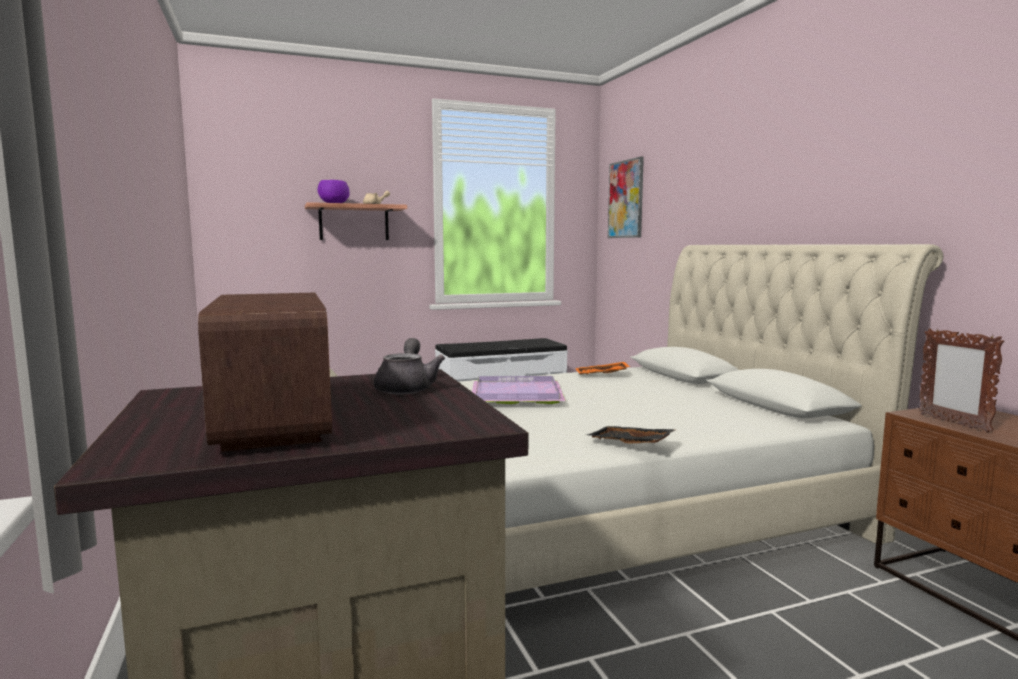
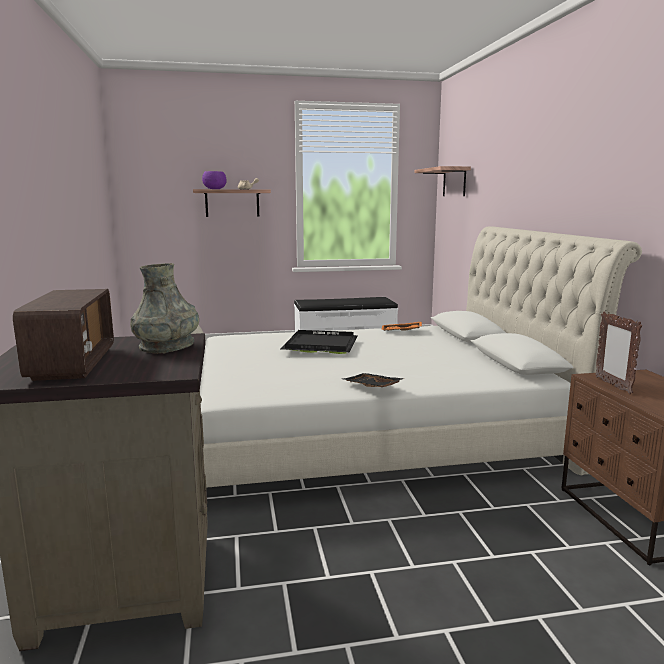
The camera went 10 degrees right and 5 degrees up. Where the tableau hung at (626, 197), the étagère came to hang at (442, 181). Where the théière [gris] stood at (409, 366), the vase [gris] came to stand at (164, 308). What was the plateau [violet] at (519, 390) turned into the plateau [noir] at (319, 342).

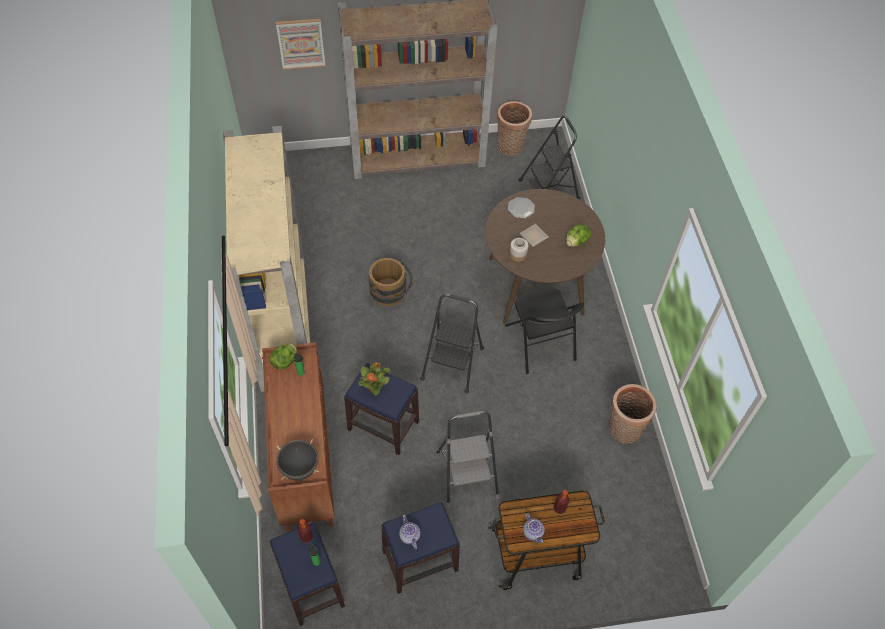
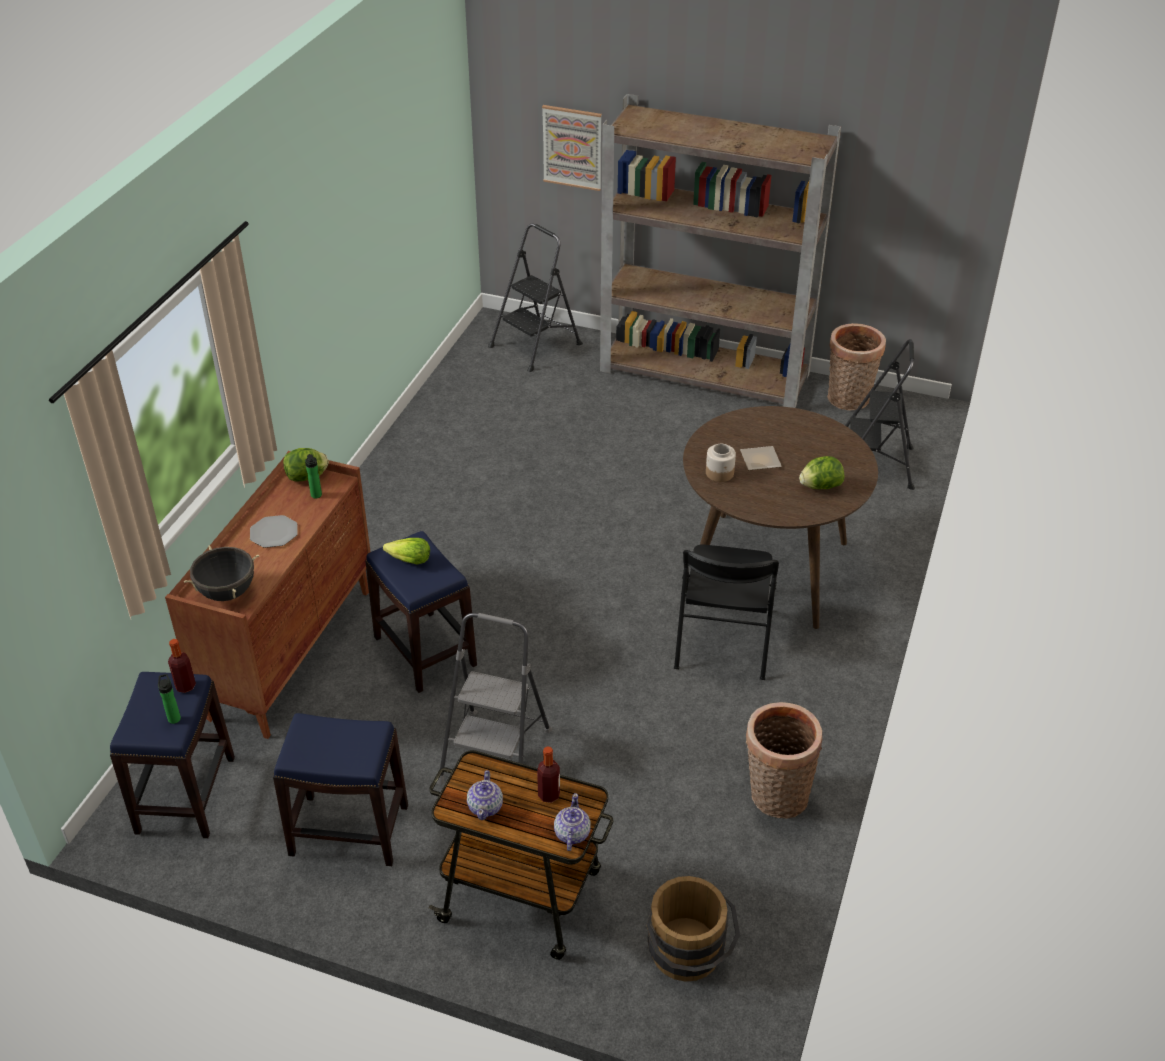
The camera went 30 degrees right and 15 degrees down. The second view lost the bibliothèque [beige] at (266, 259). The assiette ended up elsewhere, having gone from (521, 207) to (274, 531). The seau [marron] ended up elsewhere, having gone from (390, 282) to (693, 929). The escabeau [noir] ended up elsewhere, having gone from (452, 343) to (535, 297). Where the plante en pot stood at (374, 378), the laitue came to stand at (406, 551). The théière ended up elsewhere, having gone from (410, 532) to (572, 822).

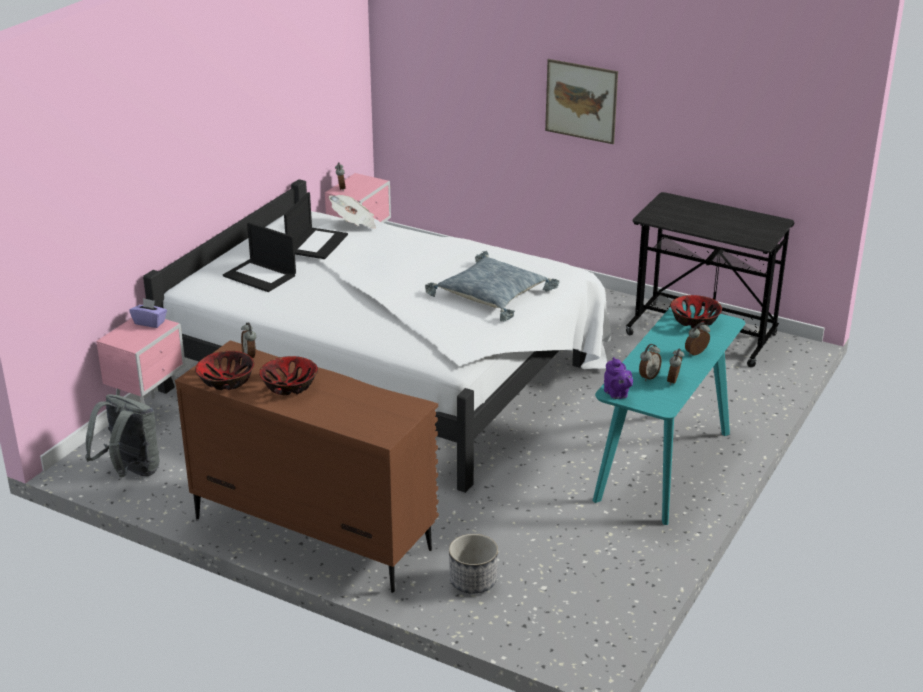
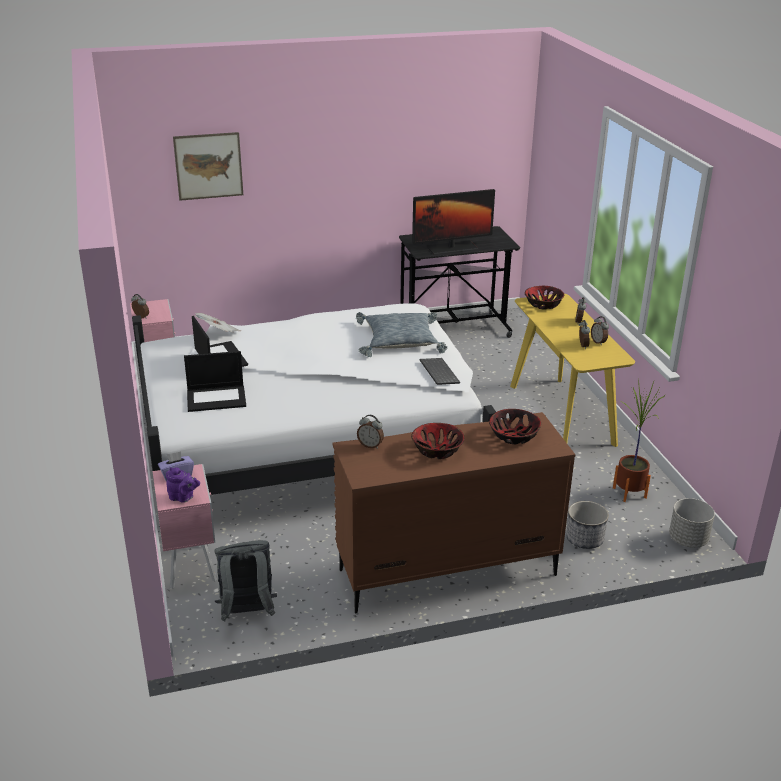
The camera went 45 degrees left and 0 degrees up. The tableau ended up elsewhere, having gone from (581, 101) to (208, 166). What was the table console [turquoise] at (669, 414) turned into the table console [jaune] at (572, 370). The bol ended up elsewhere, having gone from (224, 370) to (515, 426). The théière [violet] ended up elsewhere, having gone from (618, 378) to (183, 485). The second view gained the écran d'ordinateur at (453, 221). The second view gained the clavier at (440, 371). The second view gained the plante en pot at (639, 440). The second view gained the cache-pot [gris] at (692, 523).

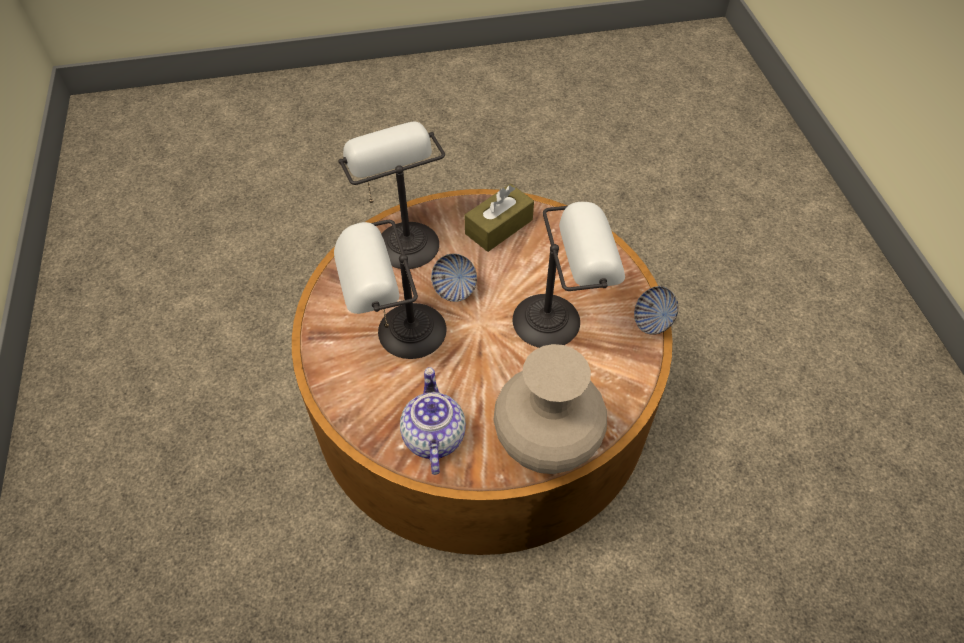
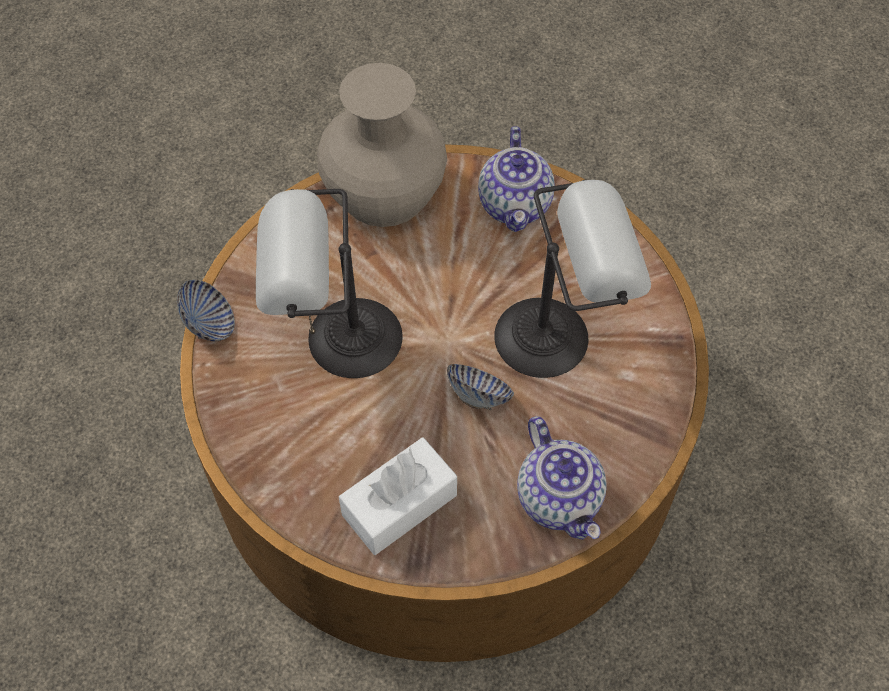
The camera went 175 degrees left and 5 degrees up. Where the lampe de table stood at (391, 195), the théière came to stand at (562, 478). What was the boîte à mouchoirs [marron] at (499, 218) turned into the boîte à mouchoirs [blanc] at (398, 496).

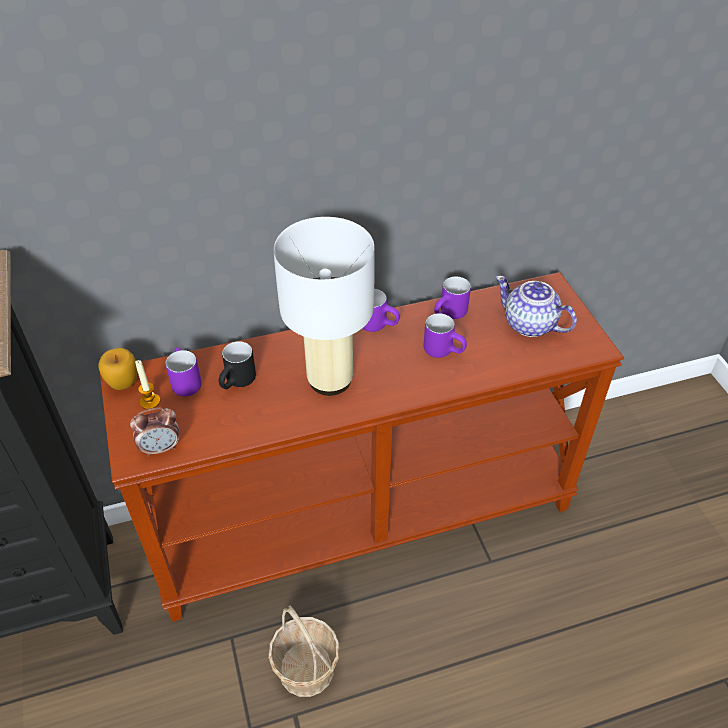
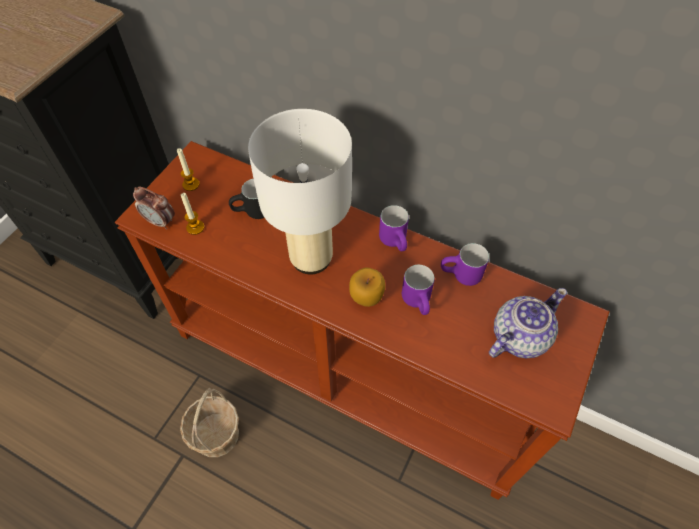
The camera went 45 degrees right and 10 degrees up. The théière at (536, 306) ended up facing another way, 60 degrees clockwise from before. The second view lost the mug [violet] at (184, 371). The pomme ended up elsewhere, having gone from (117, 369) to (367, 287). The second view gained the bougie at (192, 214).

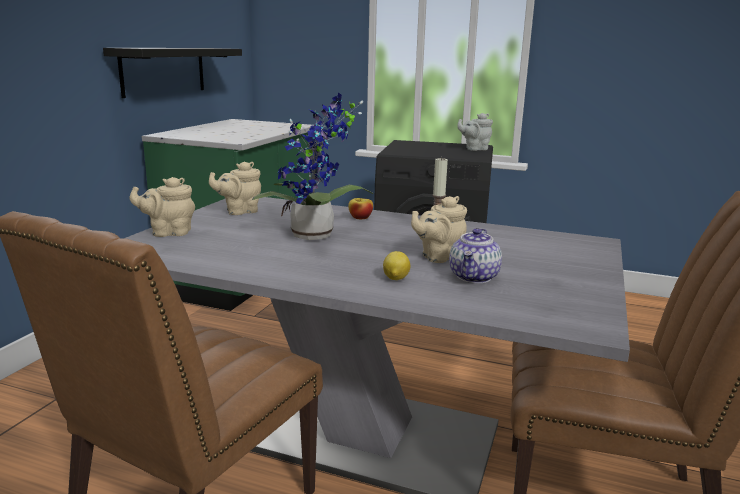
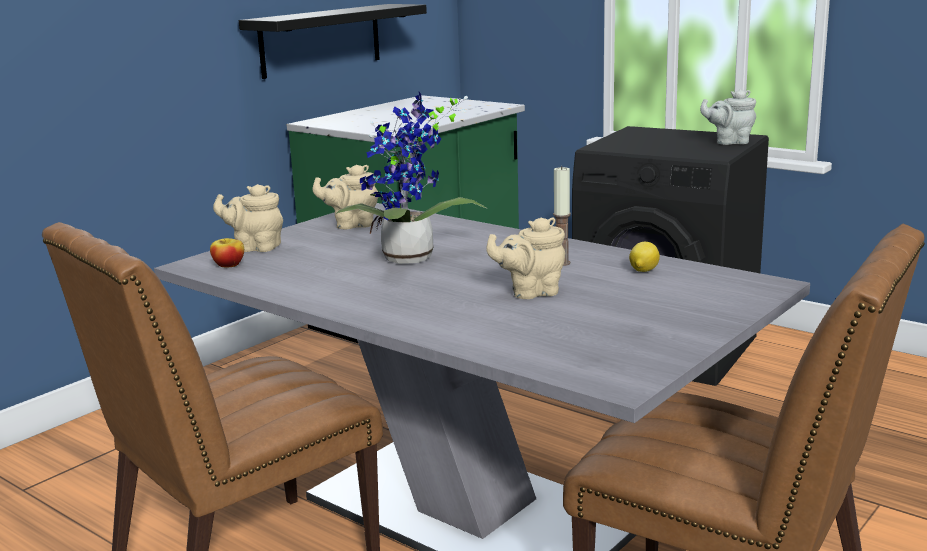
The camera went 20 degrees right and 0 degrees up. The pomme ended up elsewhere, having gone from (360, 208) to (227, 252). The second view lost the théière at (475, 255). The citron ended up elsewhere, having gone from (396, 265) to (644, 257).

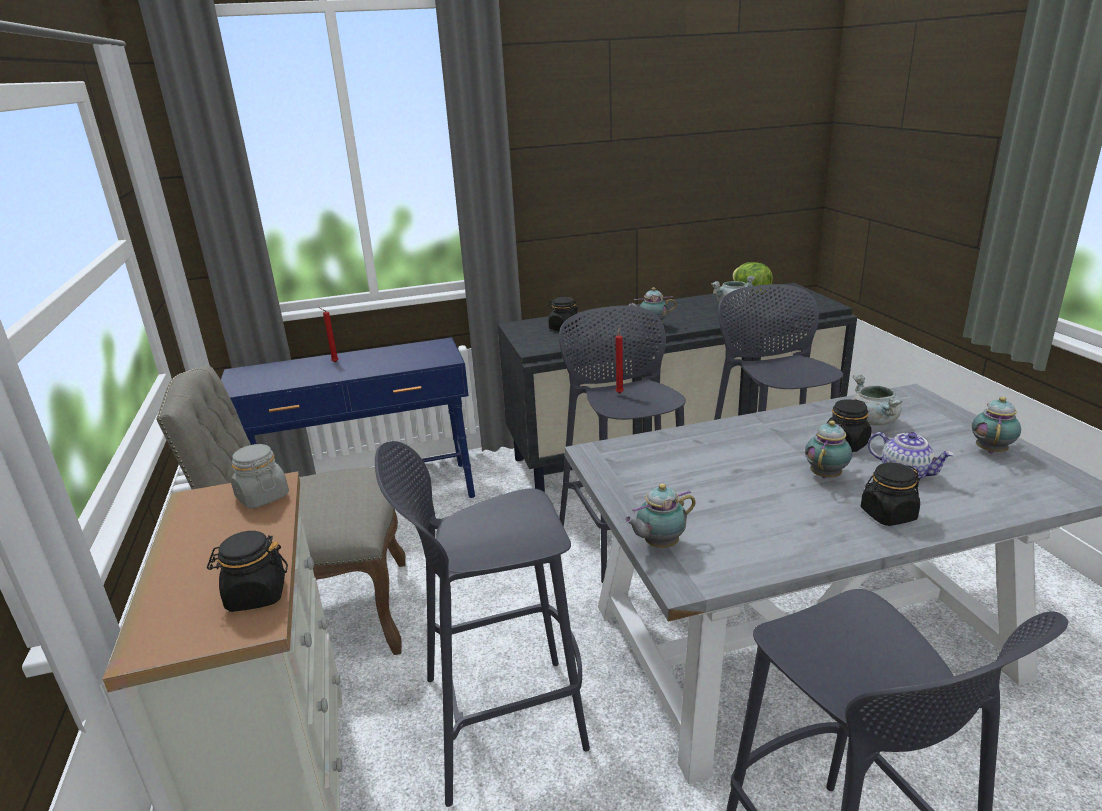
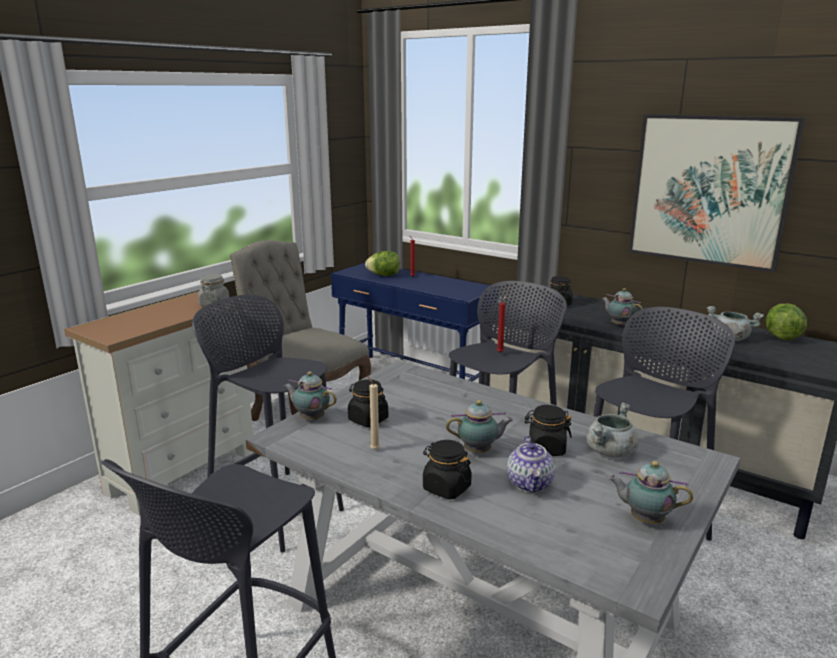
The camera went 50 degrees right and 5 degrees down. The théière at (996, 425) ended up facing another way, 150 degrees counterclockwise from before. The bocal [noir] ended up elsewhere, having gone from (247, 571) to (368, 403). The second view gained the tableau at (716, 193). The second view gained the laitue at (382, 263). The second view gained the bougie [beige] at (373, 413).

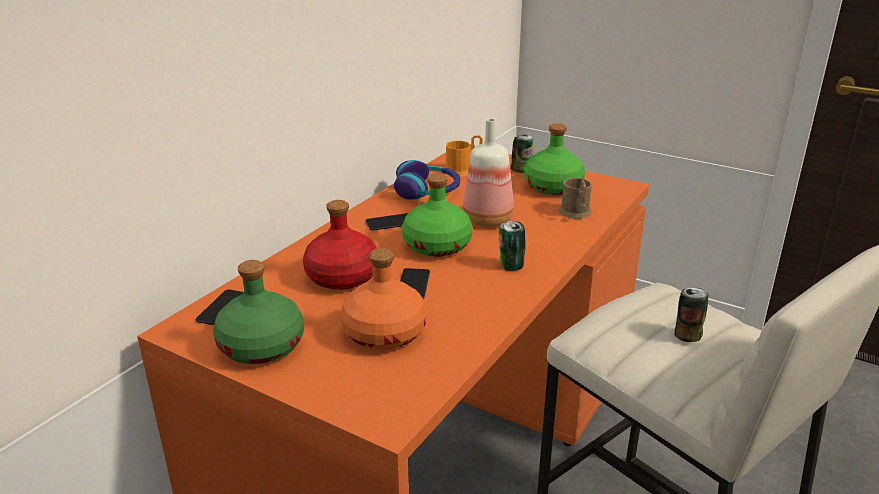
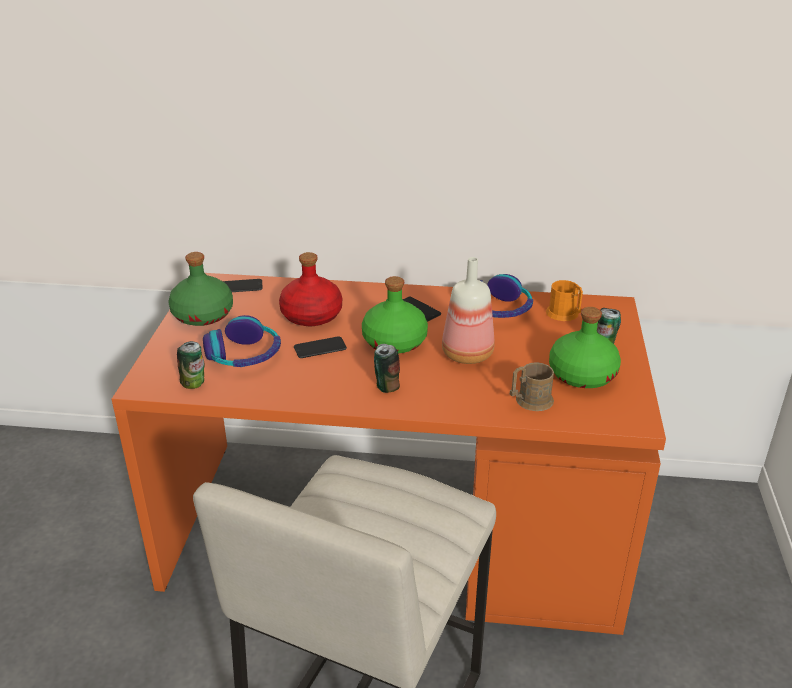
The camera went 65 degrees right and 5 degrees up. Where the bouteille [orange] stood at (383, 298), the casque audio came to stand at (242, 341). The boîte métallique ended up elsewhere, having gone from (691, 314) to (190, 365).

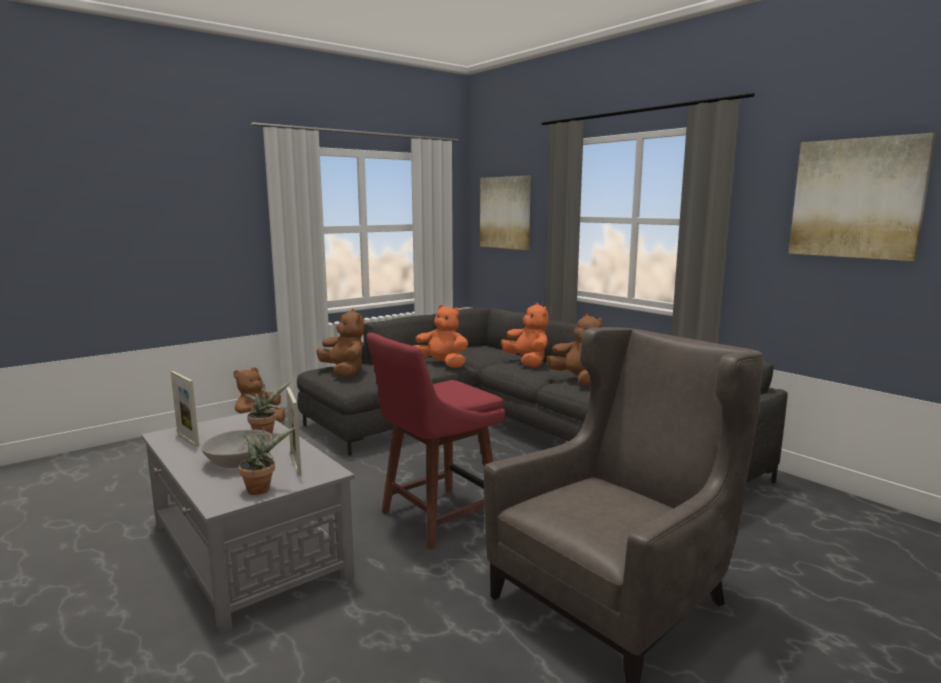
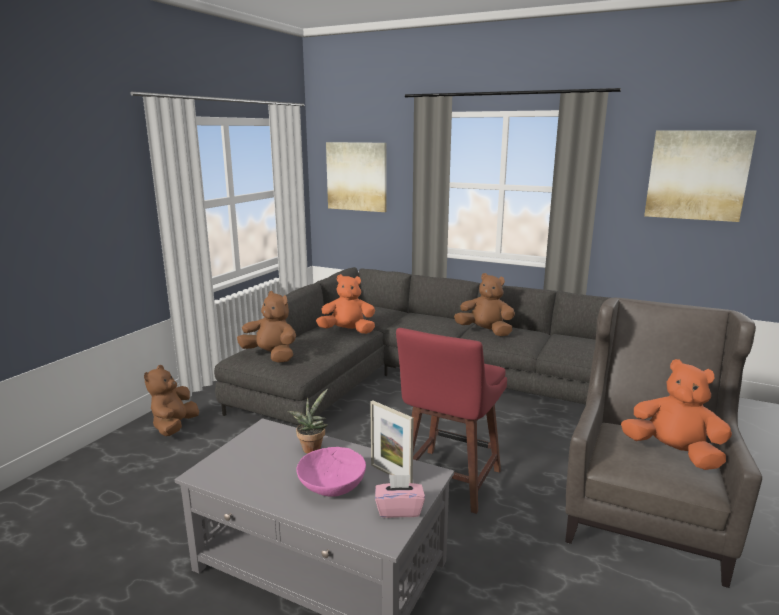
The camera went 25 degrees left and 5 degrees up. The peluche [orange] ended up elsewhere, having gone from (525, 335) to (676, 414). The second view lost the cadre photo at (185, 409). Where the plante en pot stood at (267, 461), the boîte à mouchoirs [rose] came to stand at (400, 496). What was the bol [gris] at (237, 449) turned into the bol [rose] at (331, 472).

